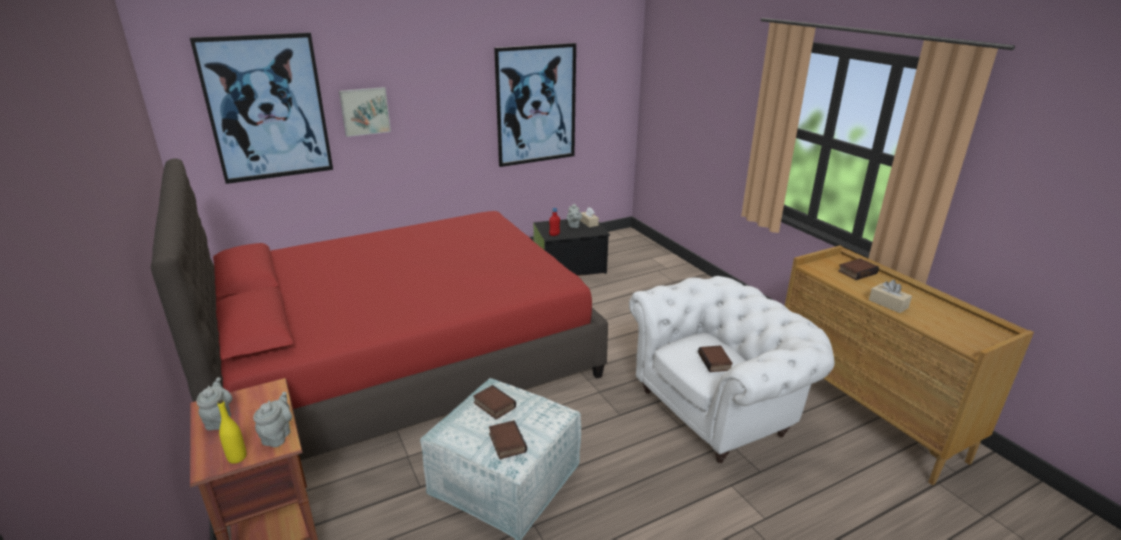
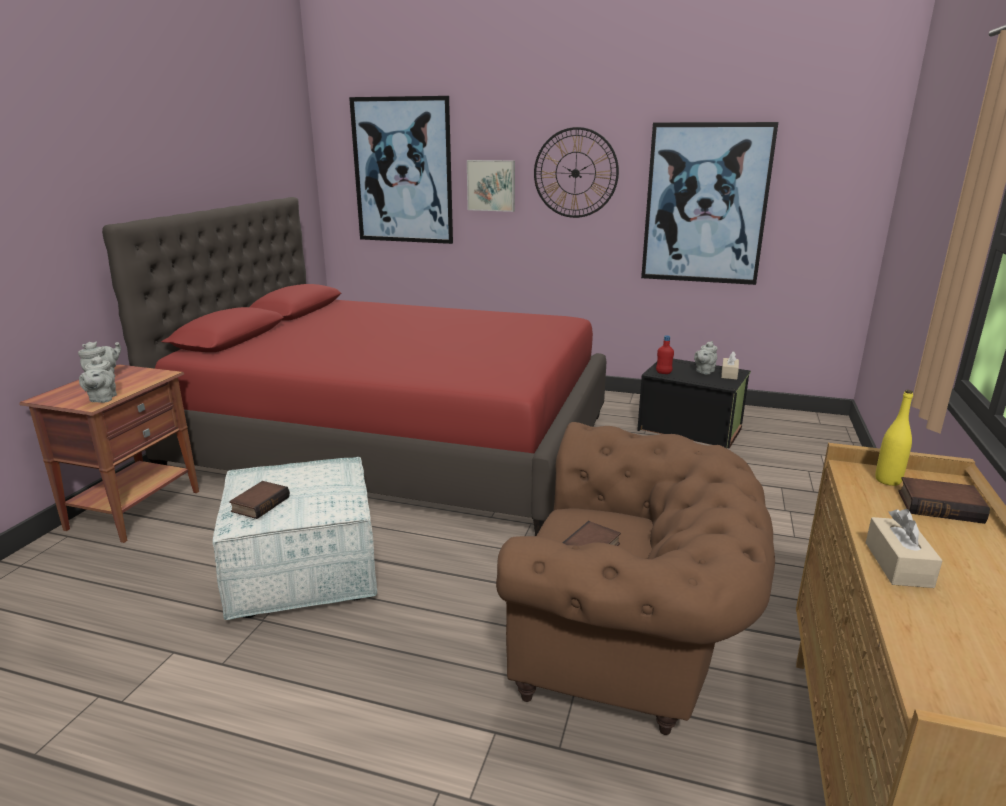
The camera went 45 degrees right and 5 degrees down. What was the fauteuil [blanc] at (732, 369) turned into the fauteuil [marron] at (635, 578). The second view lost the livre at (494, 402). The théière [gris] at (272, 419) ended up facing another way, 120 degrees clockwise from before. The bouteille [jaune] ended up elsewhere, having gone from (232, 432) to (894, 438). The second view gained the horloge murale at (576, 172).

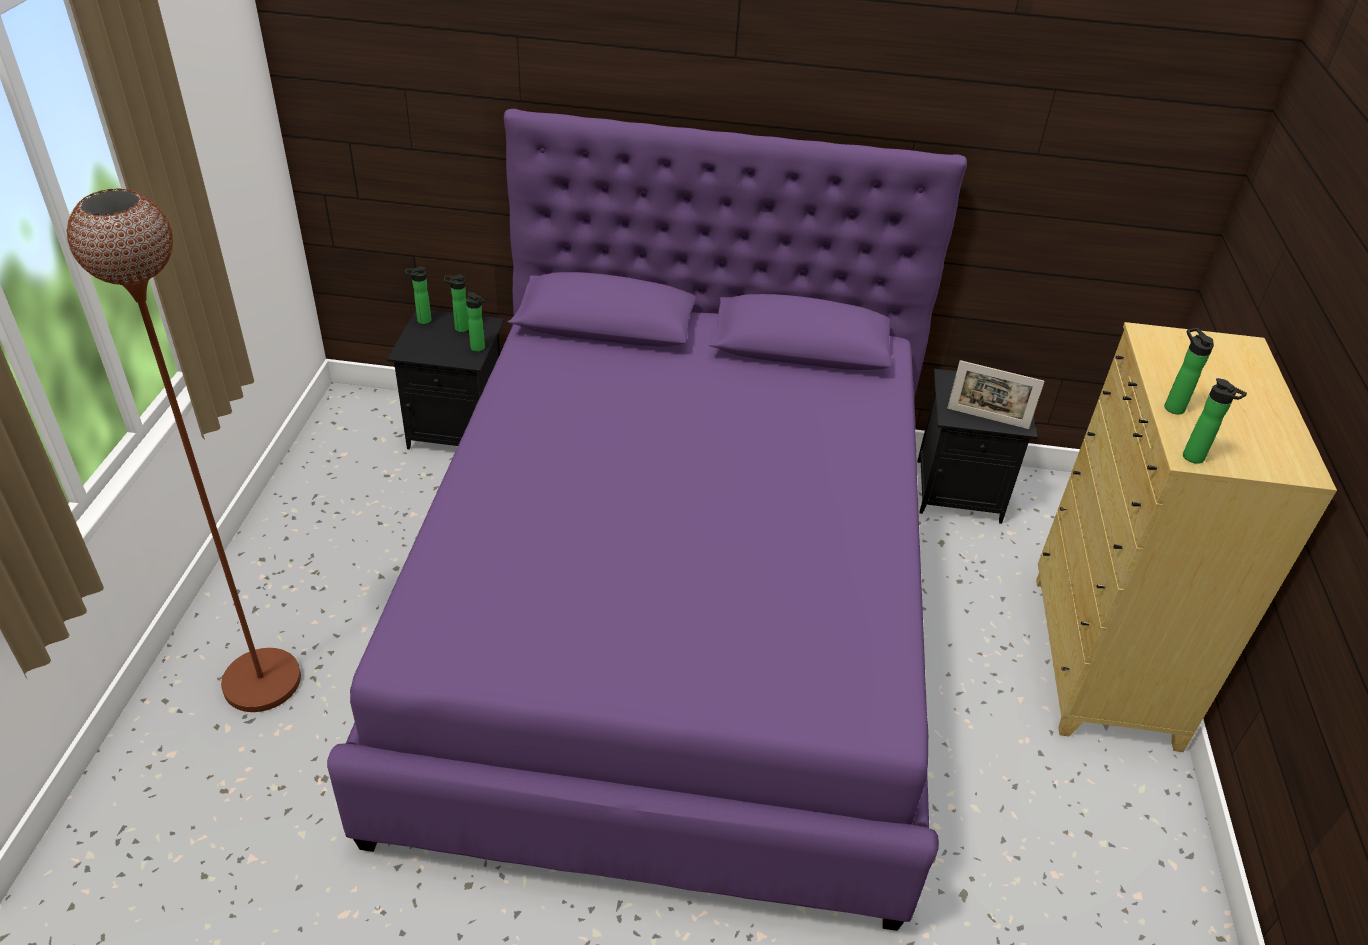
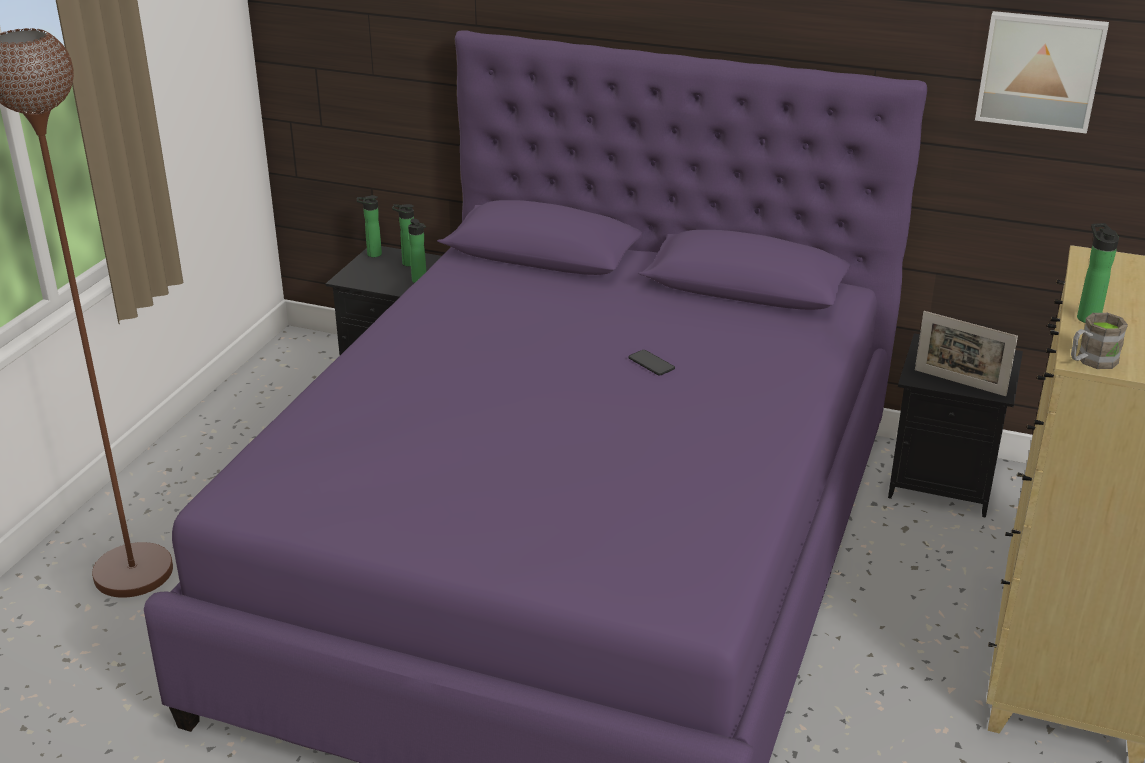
The camera went 15 degrees right and 10 degrees down. Where the bouteille stood at (1215, 421), the mug [marron] came to stand at (1099, 341). The second view gained the tableau at (1042, 72). The second view gained the téléphone at (651, 362).

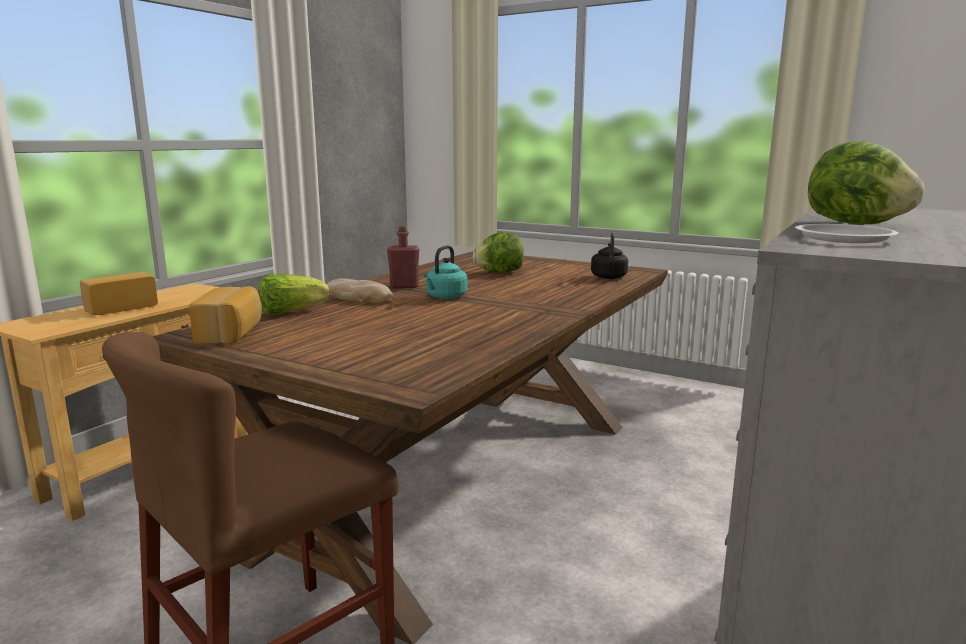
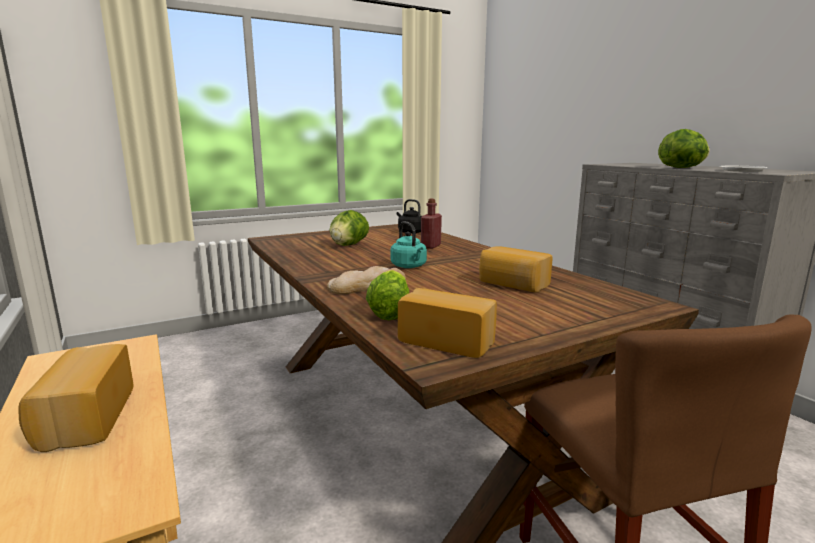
The camera went 60 degrees left and 0 degrees up. The bouteille [rouge] ended up elsewhere, having gone from (403, 257) to (431, 224). The second view gained the pain at (516, 269).

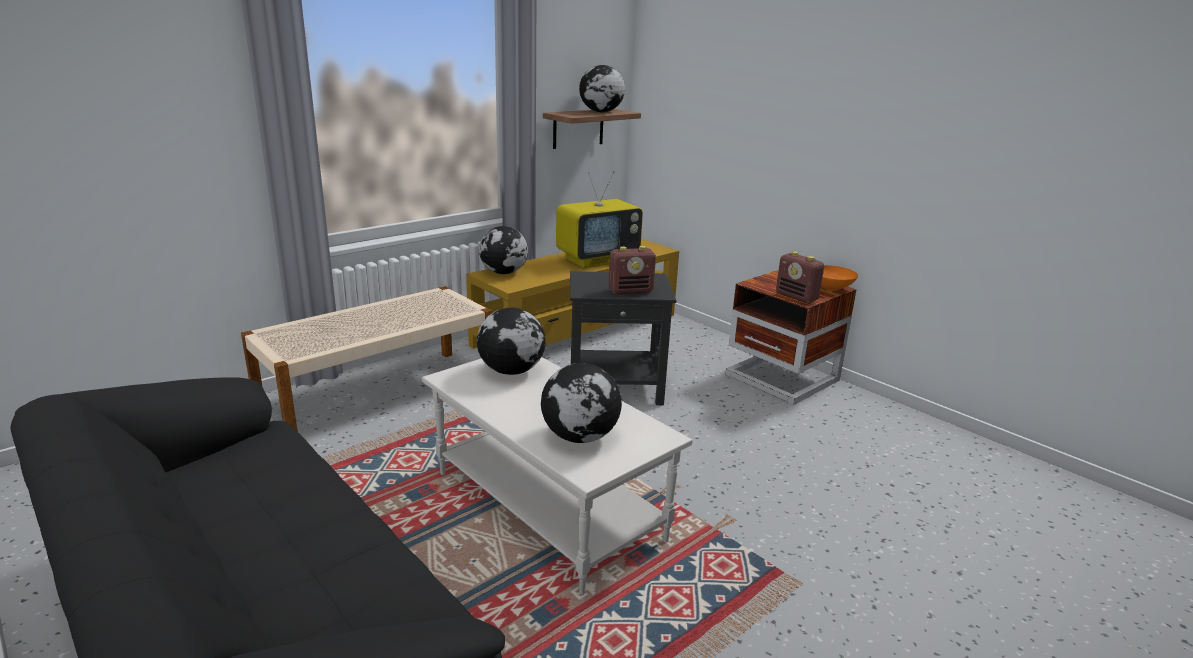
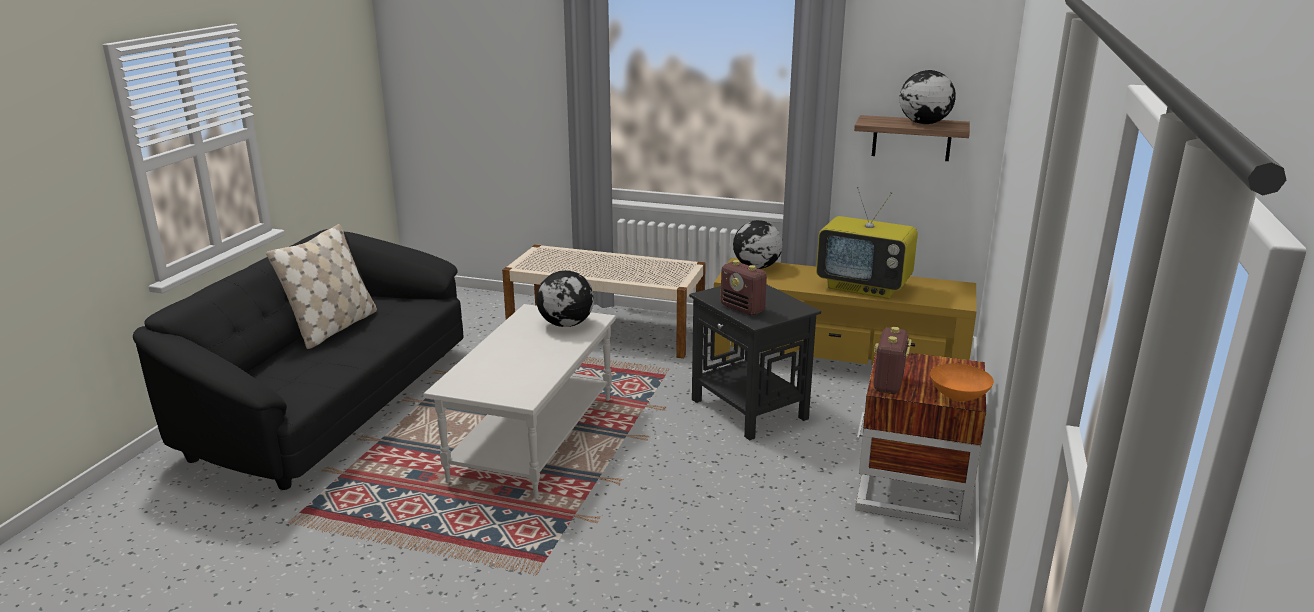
The camera went 60 degrees right and 0 degrees up. The second view lost the globe at (581, 403). The second view gained the coussin [beige] at (321, 286).

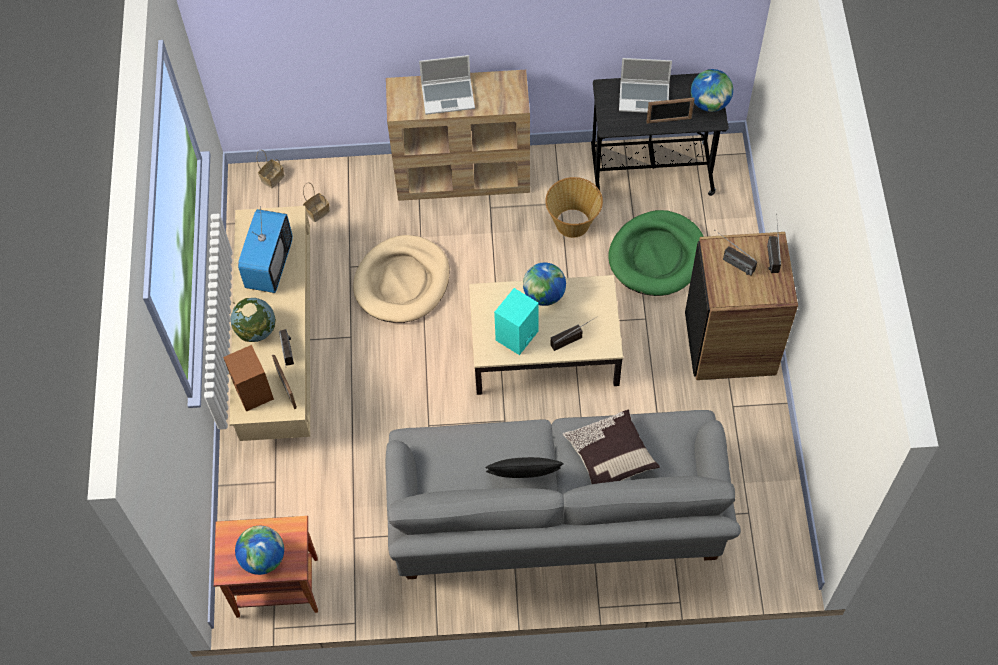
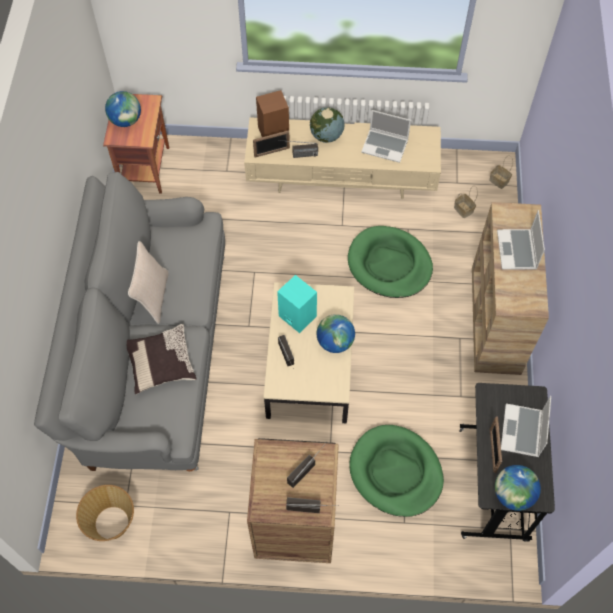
The camera went 95 degrees right and 0 degrees up. The panier ended up elsewhere, having gone from (574, 207) to (105, 513). Where the téléviseur stood at (265, 249), the ordinateur portable came to stand at (386, 136). What was the panier pour chien [beige] at (401, 279) turned into the panier pour chien [vert] at (390, 262). What was the coussin [noir] at (524, 467) turned into the coussin [beige] at (148, 282).

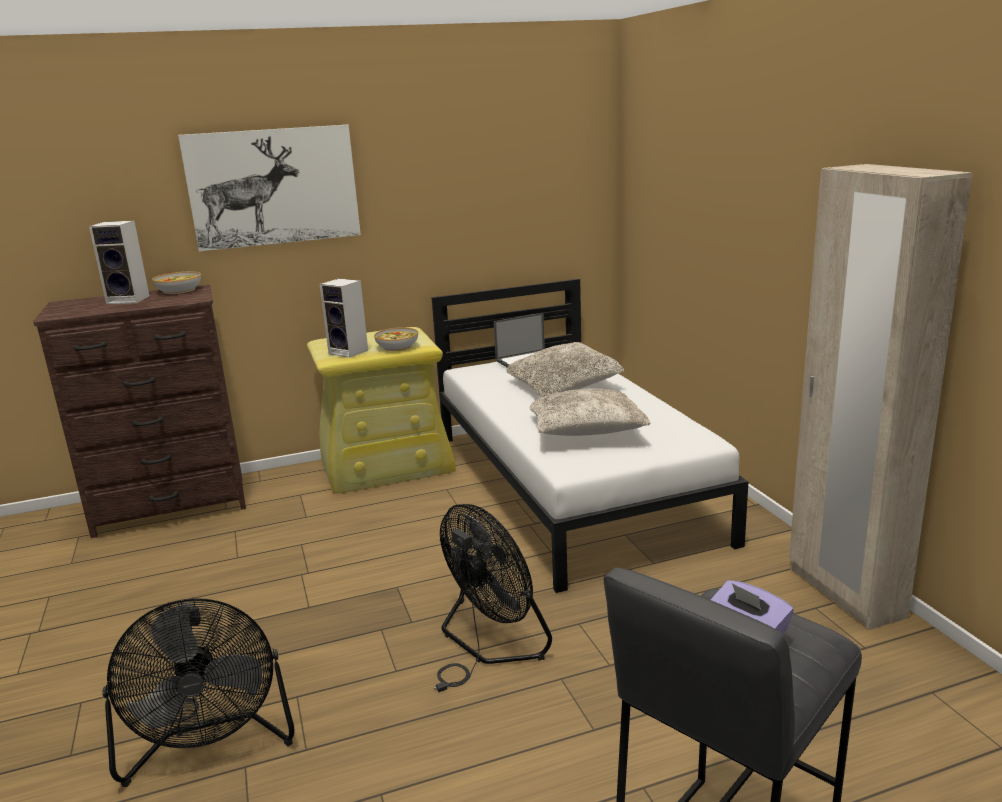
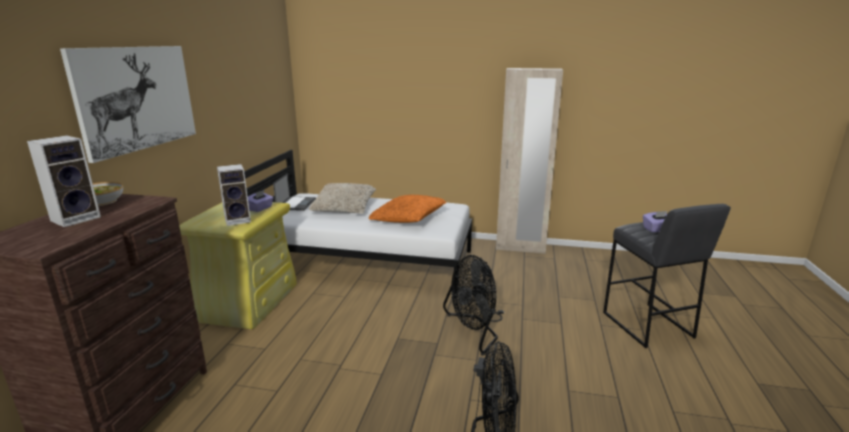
The camera went 60 degrees left and 0 degrees up. Where the bol stood at (396, 339), the boîte à mouchoirs [violet] came to stand at (260, 201). What was the coussin [beige] at (590, 412) turned into the coussin [orange] at (407, 208). The ventilateur [noir] at (493, 598) ended up facing another way, 105 degrees counterclockwise from before.

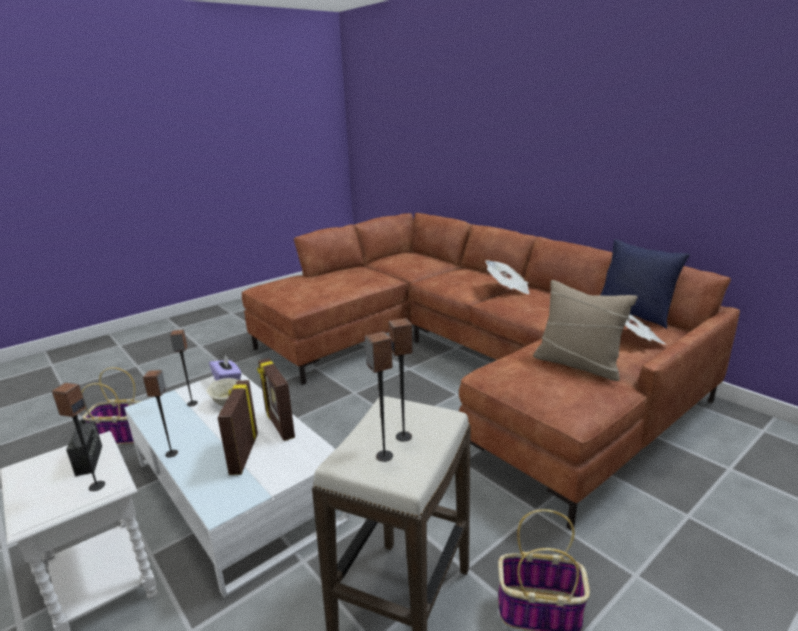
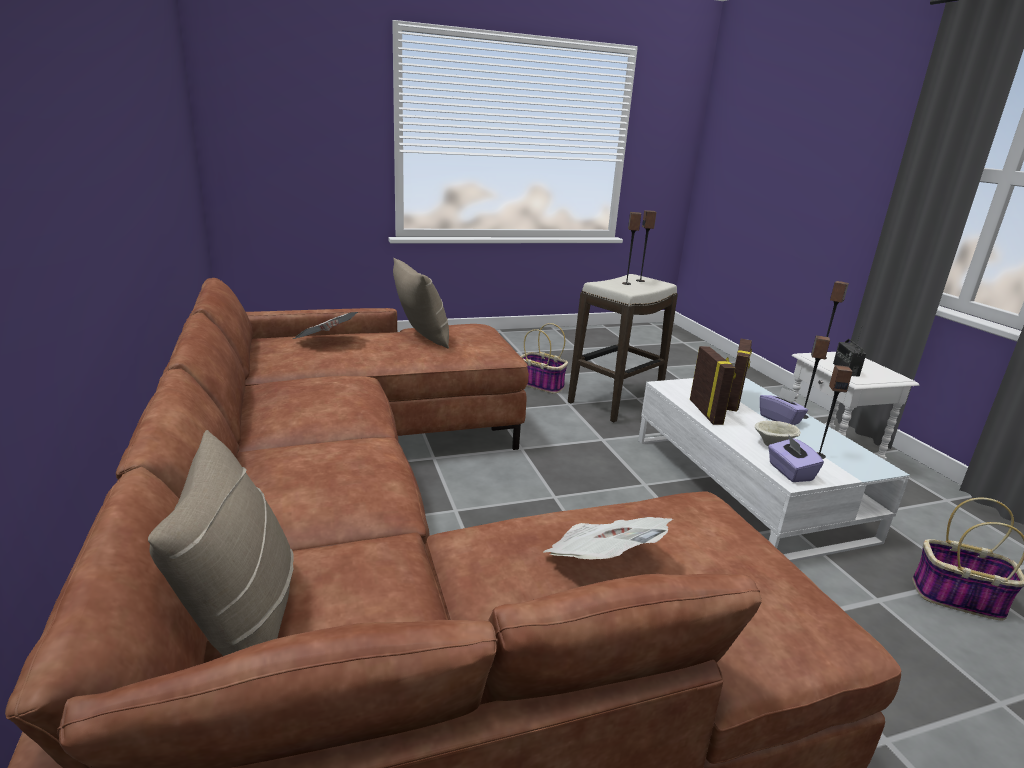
The camera went 160 degrees left and 0 degrees up. The second view lost the coussin [bleu] at (645, 284). The journal ended up elsewhere, having gone from (507, 277) to (608, 538). The second view gained the boîte à mouchoirs [violet] at (784, 406). The second view gained the coussin [beige] at (221, 543).

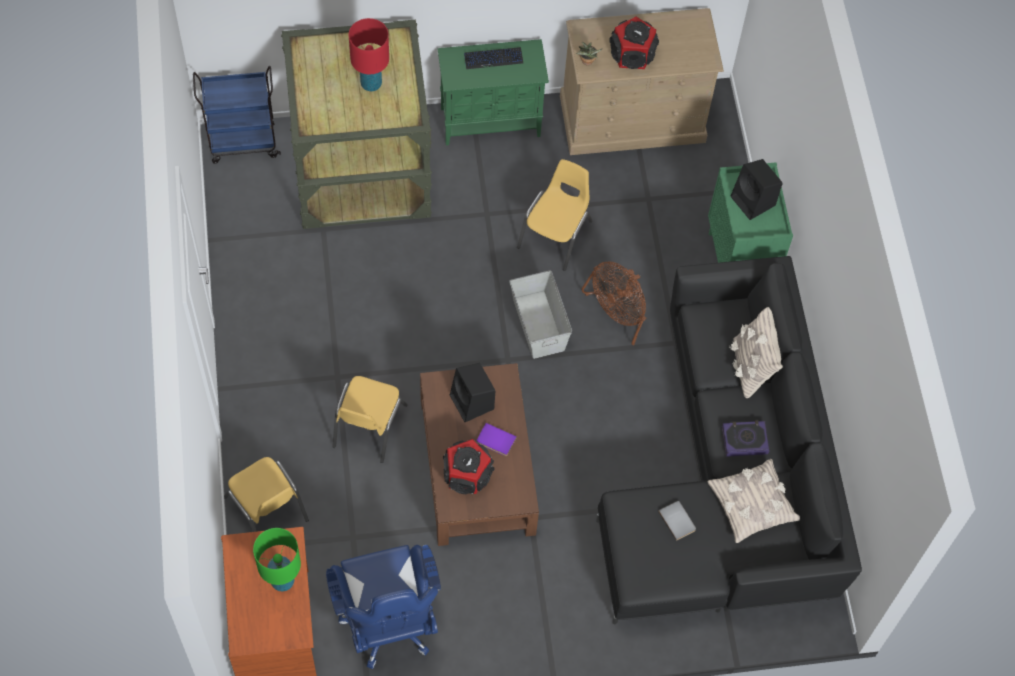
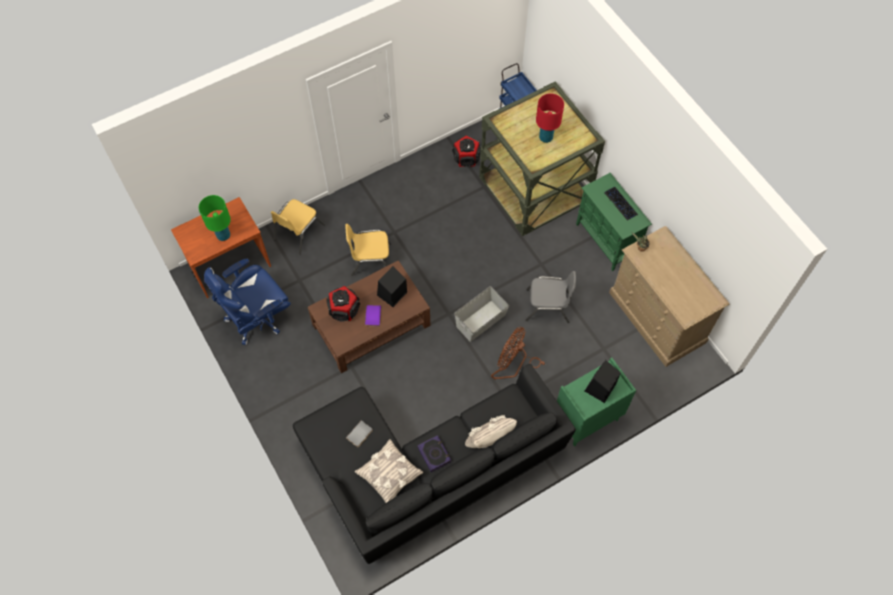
The camera went 70 degrees right and 0 degrees up. The enceinte ended up elsewhere, having gone from (634, 43) to (466, 151). What was the chaise [jaune] at (554, 215) turned into the chaise [gris] at (550, 297).

